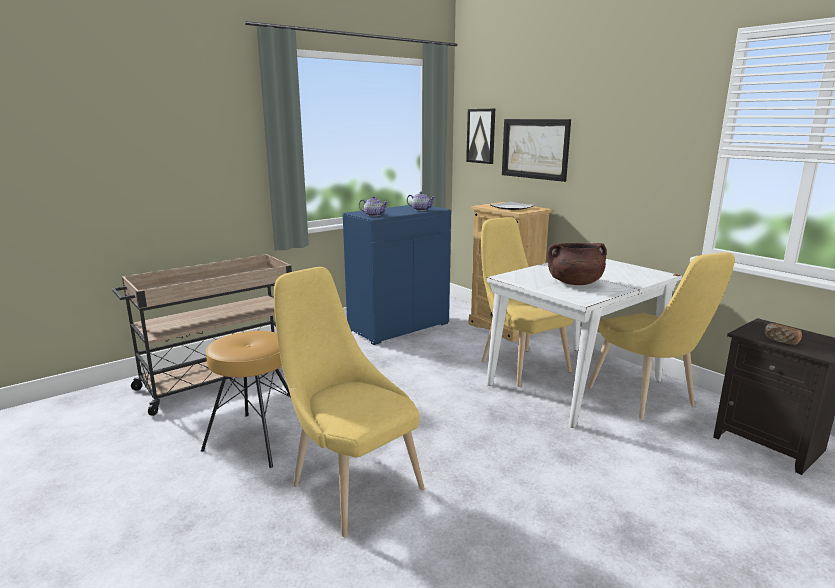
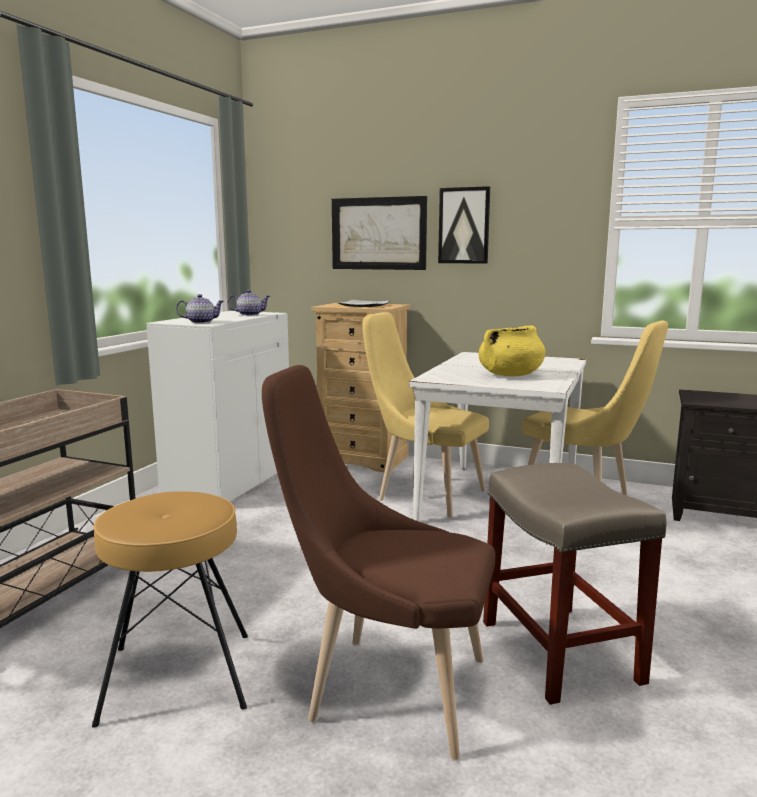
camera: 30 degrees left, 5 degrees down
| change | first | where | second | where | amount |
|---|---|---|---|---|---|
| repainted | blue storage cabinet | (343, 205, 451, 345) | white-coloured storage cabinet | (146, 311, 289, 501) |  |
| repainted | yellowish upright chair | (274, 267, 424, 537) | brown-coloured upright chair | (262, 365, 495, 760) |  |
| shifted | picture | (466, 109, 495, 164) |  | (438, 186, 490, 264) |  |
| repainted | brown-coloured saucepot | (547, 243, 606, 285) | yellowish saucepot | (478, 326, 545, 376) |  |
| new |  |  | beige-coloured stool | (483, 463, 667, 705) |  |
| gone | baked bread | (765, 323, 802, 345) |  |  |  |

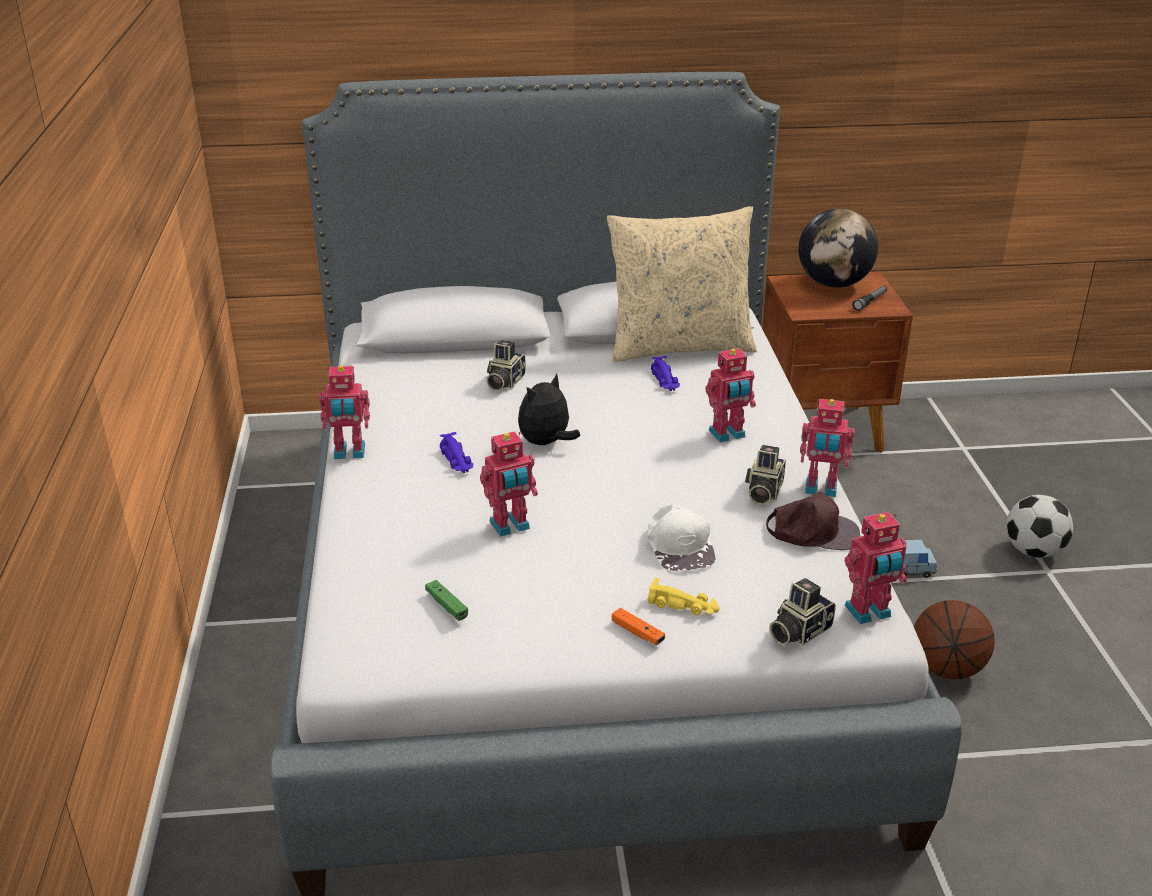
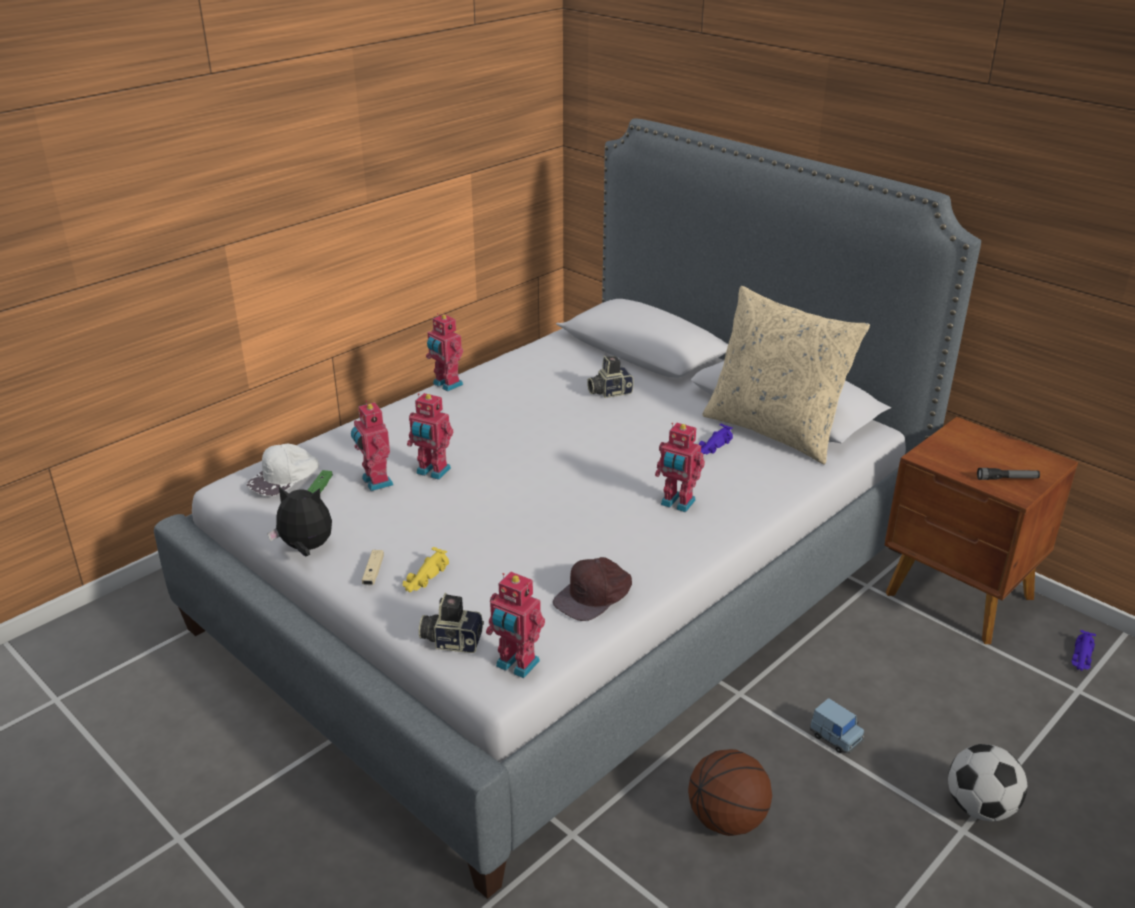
camera: 50 degrees right, 0 degrees up
| change | first | where | second | where | amount |
|---|---|---|---|---|---|
| shifted | white-coloured baseball cap | (647, 505, 716, 571) |  | (247, 443, 319, 496) |  |
| shifted | soft toy | (518, 373, 580, 445) |  | (267, 486, 332, 556) |  |
| shifted | toy robot | (800, 399, 854, 497) |  | (351, 401, 394, 491) |  |
| repainted | orangey game controller | (612, 608, 665, 645) | beige-coloured game controller | (362, 550, 384, 585) |  |
| rotated | yellowish model car | (648, 578, 719, 615) |  | (402, 547, 449, 592) | 45 degrees clockwise |
| rotated | brown-coloured baseball cap | (766, 492, 860, 550) |  | (553, 557, 632, 621) | 75 degrees clockwise |
| shifted | purplish model car | (440, 432, 474, 473) |  | (1071, 630, 1096, 671) |  |
| gone | photo camera | (745, 445, 786, 505) |  |  |  |
| gone | desk globe | (798, 208, 878, 288) |  |  |  |

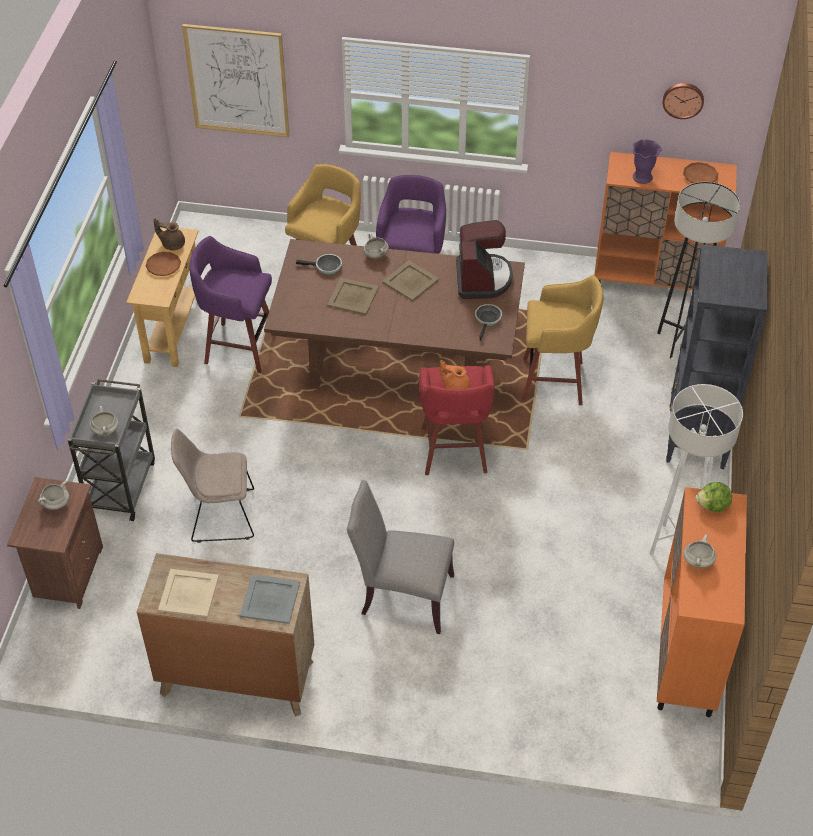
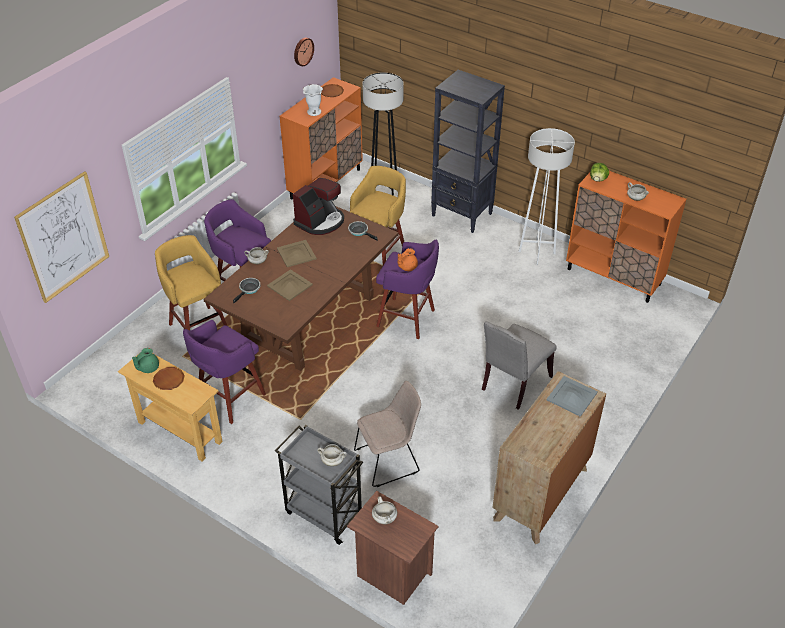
camera: 65 degrees left, 5 degrees down
| change | first | where | second | where | amount |
|---|---|---|---|---|---|
| repainted | brown-coloured pot for tea | (153, 218, 185, 251) | green-coloured pot for tea | (132, 348, 159, 373) |  |
| rotated | coffee maker | (456, 220, 513, 299) |  | (293, 178, 344, 235) | 105 degrees clockwise |
| repainted | purplish flower vase | (633, 139, 662, 184) | white-coloured flower vase | (303, 84, 323, 116) |  |
| rotated | beige-coloured upright chair | (171, 429, 254, 543) |  | (354, 381, 421, 487) | 135 degrees counterclockwise |
| repainted | reddish stool | (419, 365, 495, 475) | purplish stool | (376, 239, 439, 339) |  |
| gone | beige-coloured carrying tray | (158, 569, 219, 617) |  |  |  |

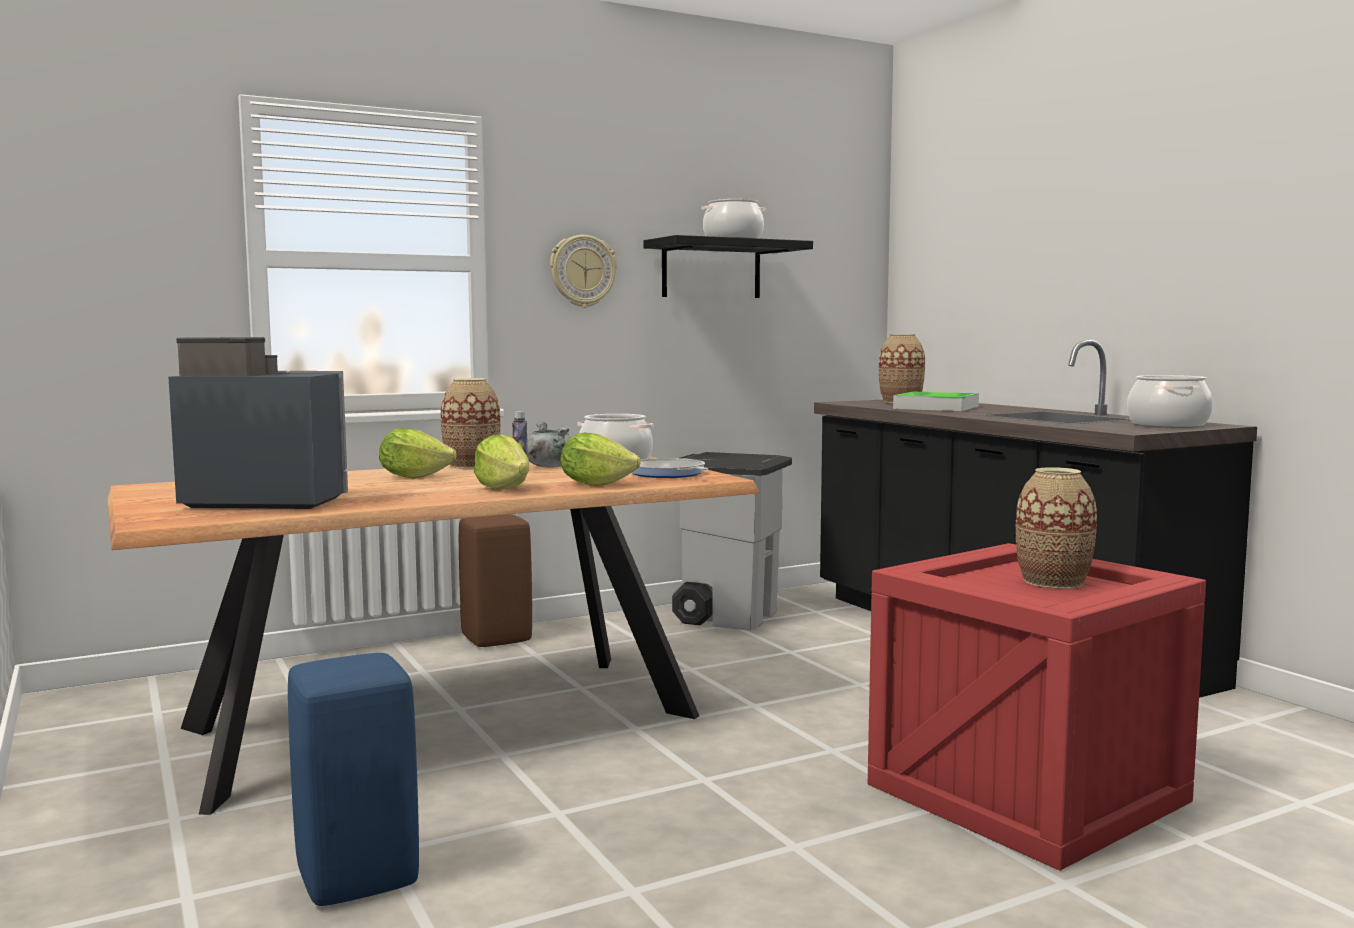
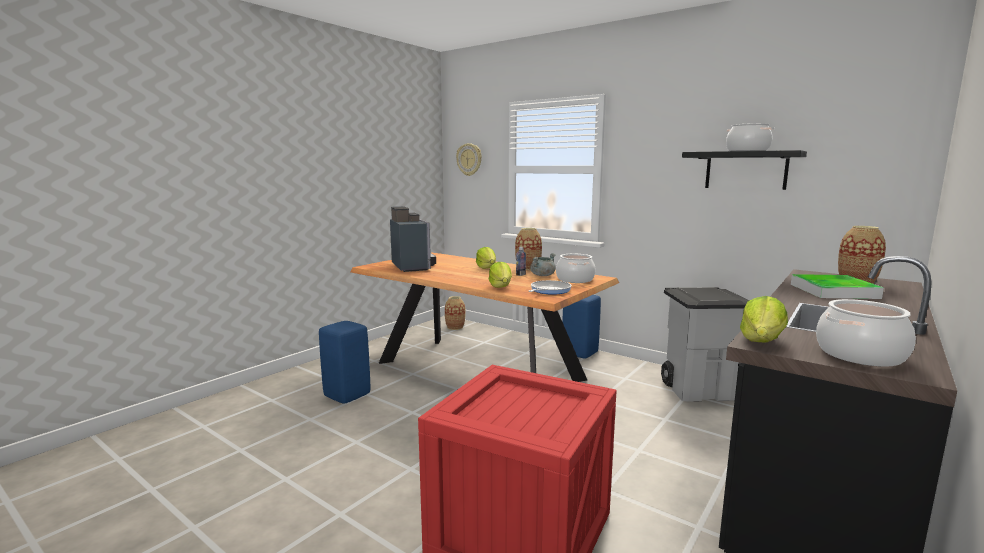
camera: 65 degrees right, 5 degrees up
| change | first | where | second | where | amount |
|---|---|---|---|---|---|
| shifted | flower vase | (1016, 467, 1097, 589) |  | (445, 296, 466, 330) |  |
| shifted | hanging clock | (550, 235, 617, 308) |  | (456, 143, 482, 176) |  |
| repainted | brown-coloured stool | (459, 514, 532, 647) | blue stool | (562, 295, 601, 358) |  |
| shifted | lettuce | (474, 435, 529, 490) |  | (740, 296, 788, 342) |  |

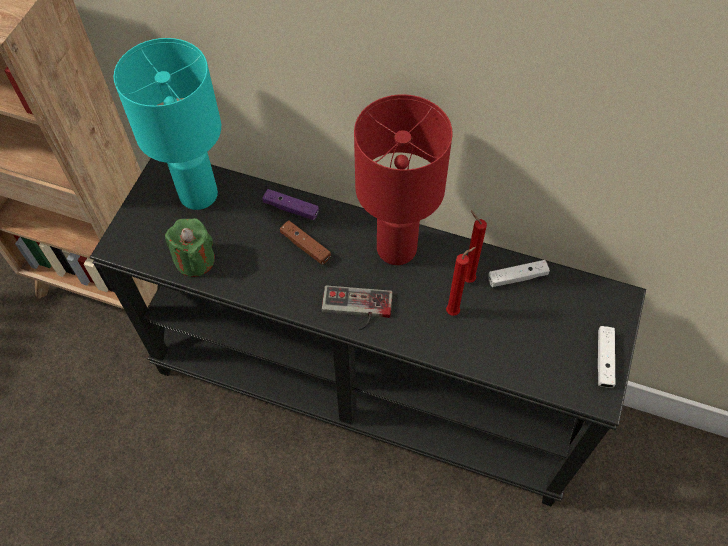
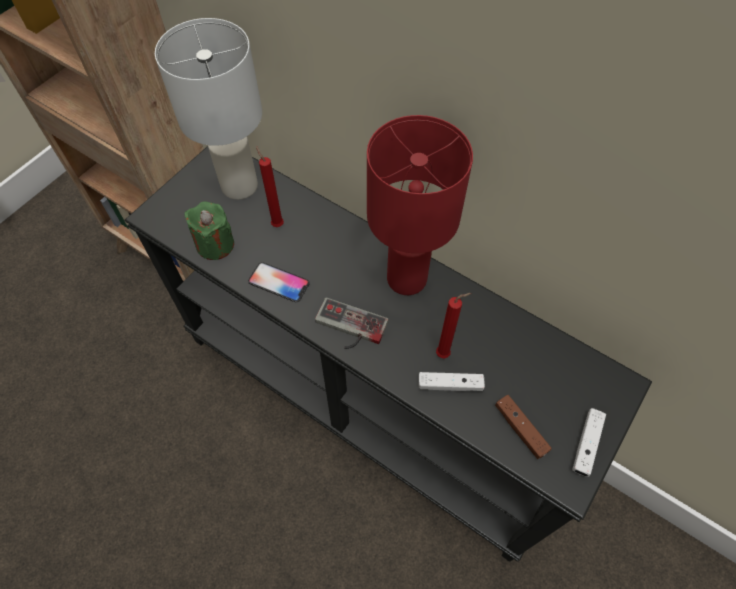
camera: 15 degrees right, 0 degrees up
| change | first | where | second | where | amount |
|---|---|---|---|---|---|
| repainted | turquoise-coloured lamp for a table | (114, 38, 221, 210) | white-coloured lamp for a table | (155, 18, 262, 200) |  |
| new |  |  | telephone | (248, 262, 310, 302) |  |
| shifted | reddish wax light | (465, 211, 487, 283) |  | (256, 146, 284, 227) |  |
| shifted | white-coloured game controller | (488, 260, 550, 287) |  | (418, 372, 485, 391) |  |
| shifted | brown-coloured game controller | (280, 220, 331, 265) |  | (495, 395, 552, 459) |  |
| gone | purplish game controller | (262, 189, 319, 220) |  |  |  |

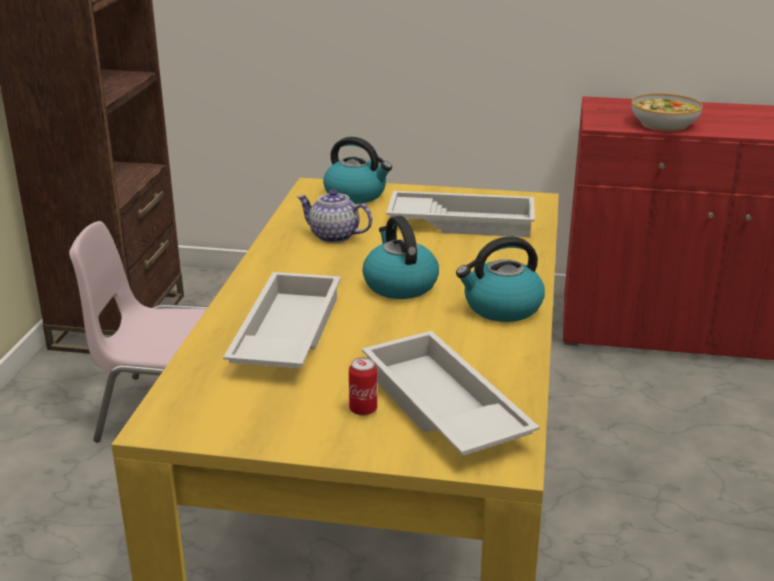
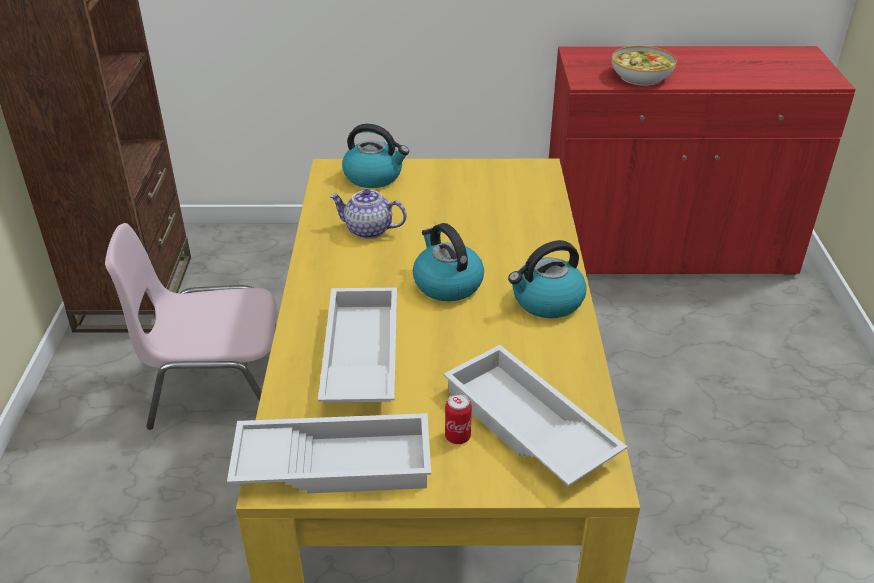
camera: 10 degrees left, 10 degrees up
| change | first | where | second | where | amount |
|---|---|---|---|---|---|
| shifted | white-coloured carrying tray | (386, 191, 535, 237) |  | (227, 413, 431, 494) |  |

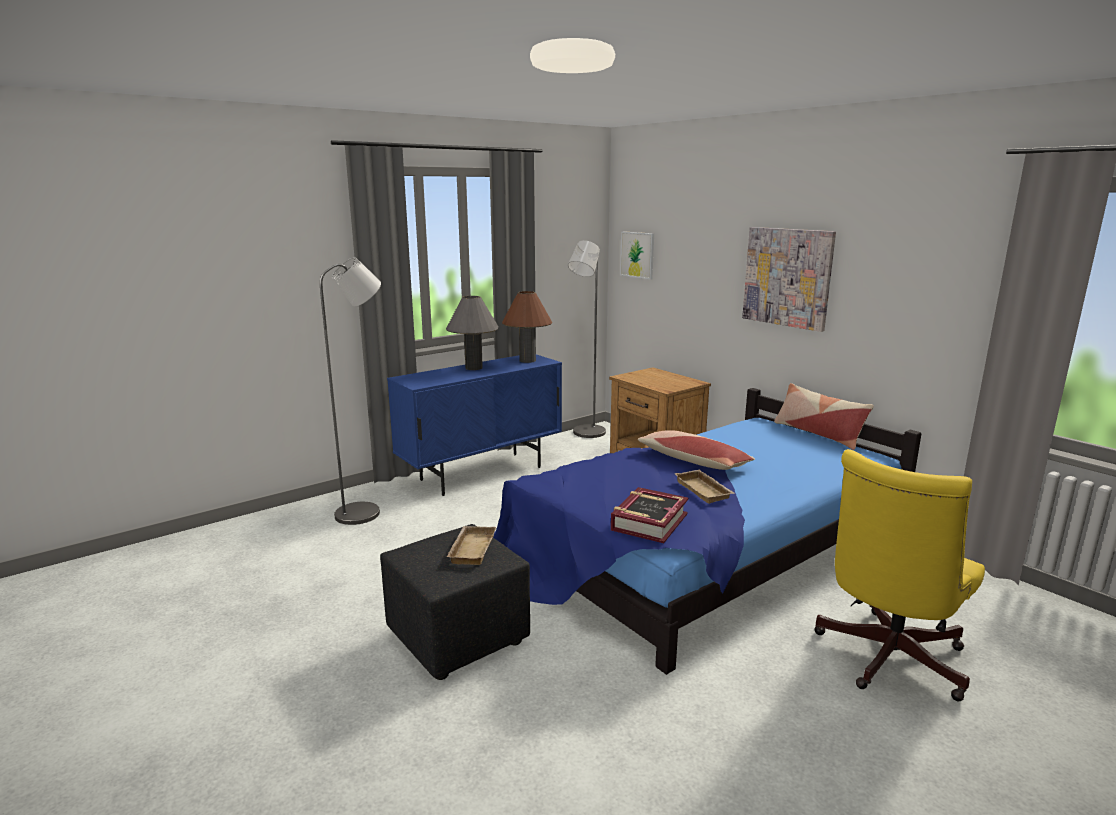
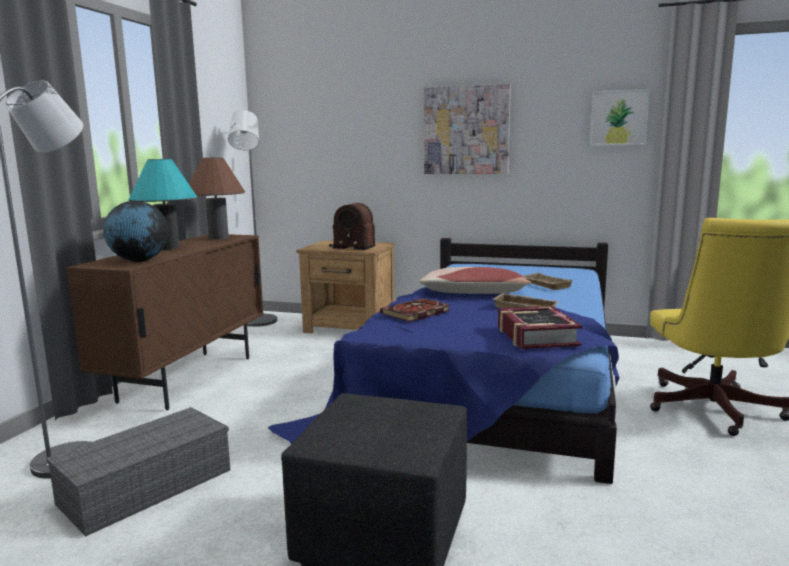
camera: 35 degrees left, 5 degrees down
| change | first | where | second | where | amount |
|---|---|---|---|---|---|
| new |  |  | gray storage container | (46, 407, 230, 537) |  |
| repainted | blue storage cabinet | (387, 354, 562, 496) | brown-coloured storage cabinet | (66, 234, 264, 410) |  |
| new |  |  | desk globe | (103, 201, 169, 262) |  |
| repainted | gray lamp for a table | (446, 296, 499, 370) | turquoise-coloured lamp for a table | (128, 159, 197, 250) |  |
| new |  |  | radio | (329, 203, 375, 250) |  |
| new |  |  | volume | (380, 298, 451, 322) |  |
| shifted | beige-coloured carrying tray | (447, 526, 496, 565) |  | (523, 273, 573, 290) |  |
| shifted | picture | (620, 231, 654, 280) |  | (590, 89, 650, 146) |  |
| gone | pillow | (774, 383, 874, 450) |  |  |  |

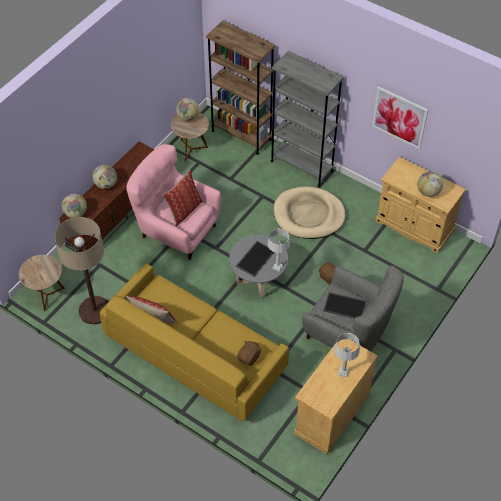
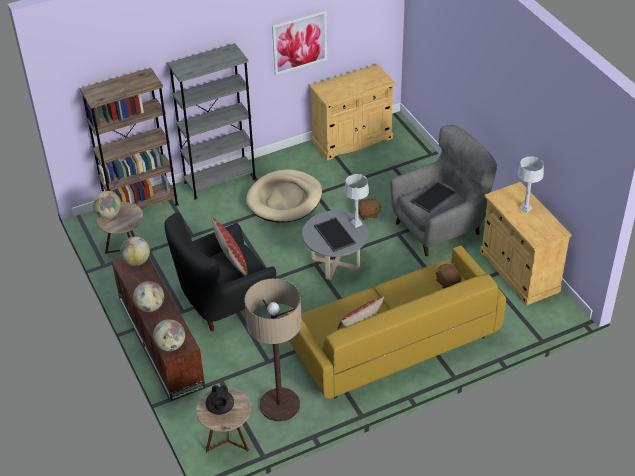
camera: 60 degrees left, 10 degrees down
| change | first | where | second | where | amount |
|---|---|---|---|---|---|
| shifted | desk globe | (417, 172, 443, 197) |  | (120, 237, 150, 266) |  |
| repainted | pink lounge chair | (126, 144, 221, 260) | blackish lounge chair | (164, 213, 276, 331) |  |
| new |  |  | blackish pot for tea | (206, 385, 234, 415) |  |

